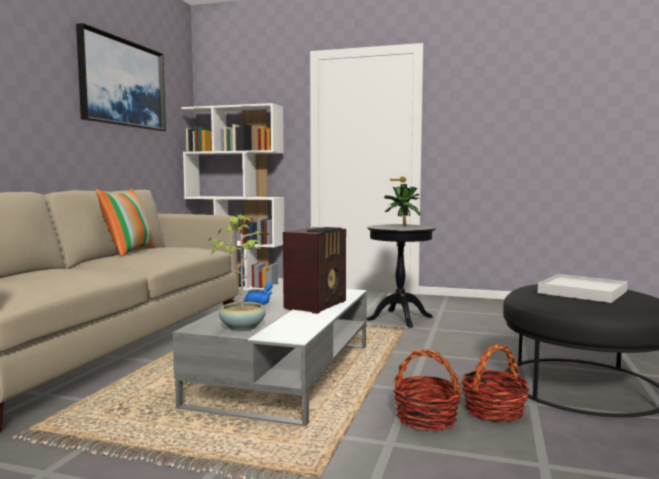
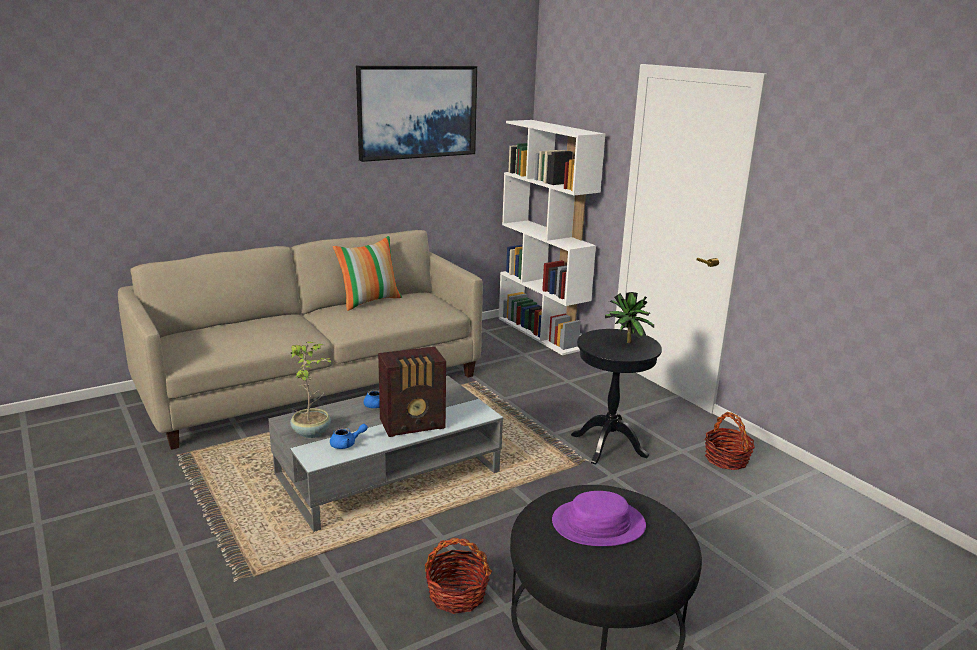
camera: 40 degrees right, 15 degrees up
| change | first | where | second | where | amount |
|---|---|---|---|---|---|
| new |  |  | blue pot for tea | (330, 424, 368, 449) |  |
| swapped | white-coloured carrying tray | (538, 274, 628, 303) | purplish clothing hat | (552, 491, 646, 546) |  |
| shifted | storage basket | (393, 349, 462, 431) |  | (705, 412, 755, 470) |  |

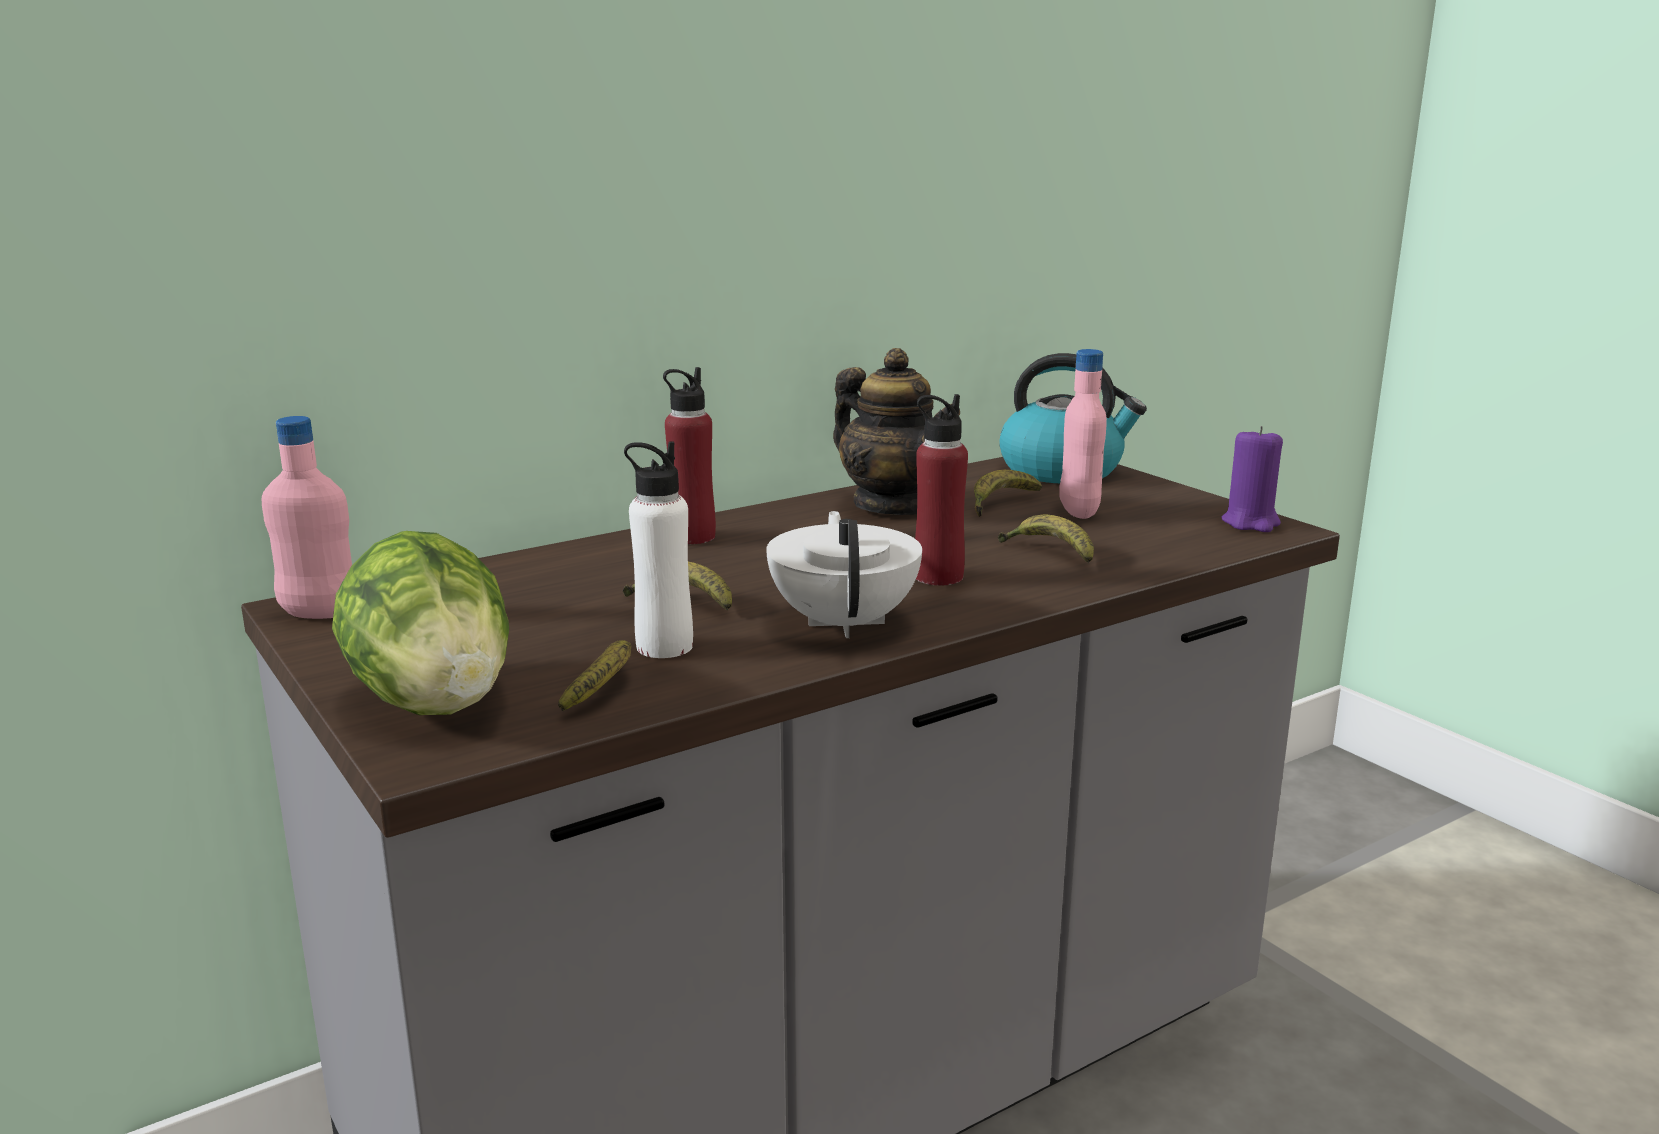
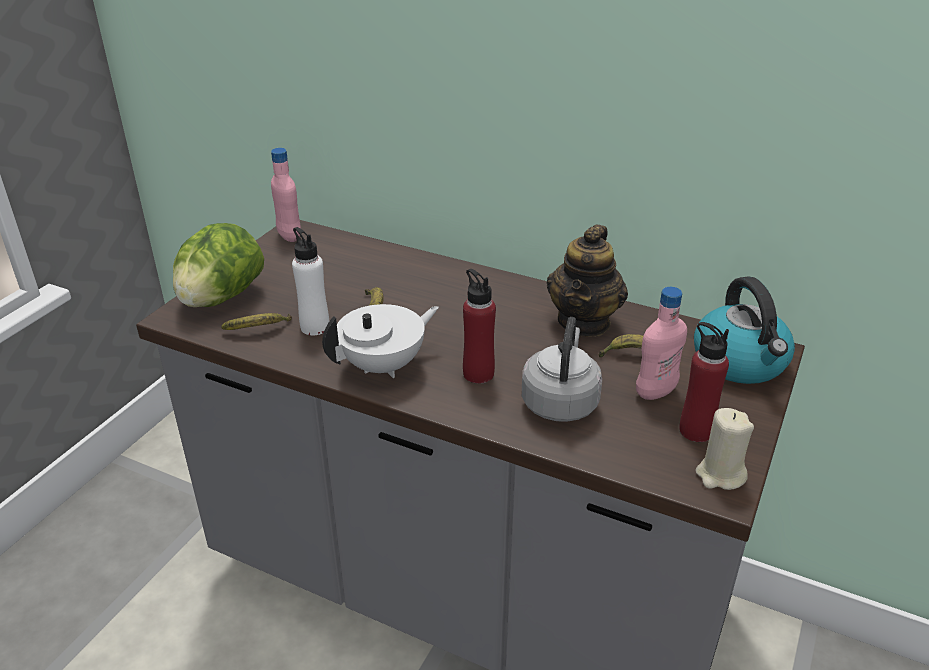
camera: 60 degrees right, 15 degrees up
| change | first | where | second | where | amount |
|---|---|---|---|---|---|
| swapped | whole banana | (998, 515, 1094, 563) | gray kettle | (522, 317, 602, 422) |  |
| shifted | reddish drink bottle | (663, 367, 716, 544) |  | (679, 322, 729, 442) |  |
| repainted | purplish wax light | (1221, 426, 1283, 532) | beige-coloured wax light | (695, 408, 754, 490) |  |

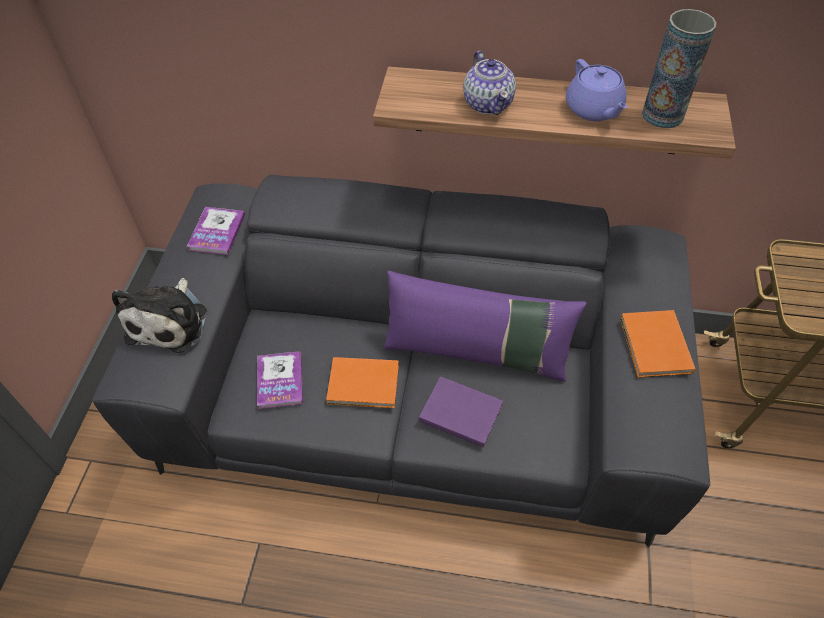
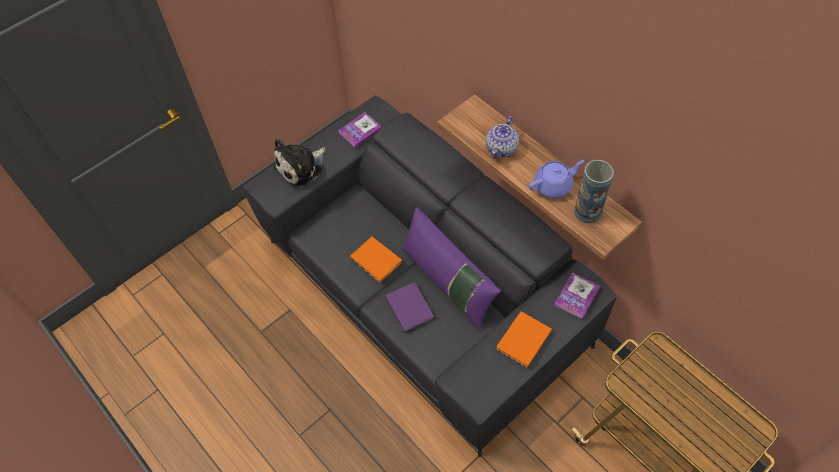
camera: 40 degrees right, 5 degrees up
| change | first | where | second | where | amount |
|---|---|---|---|---|---|
| rotated | purplish pot for tea | (566, 59, 627, 121) |  | (529, 160, 584, 198) | 135 degrees counterclockwise |
| shifted | volume | (257, 351, 303, 409) |  | (555, 273, 600, 319) |  |

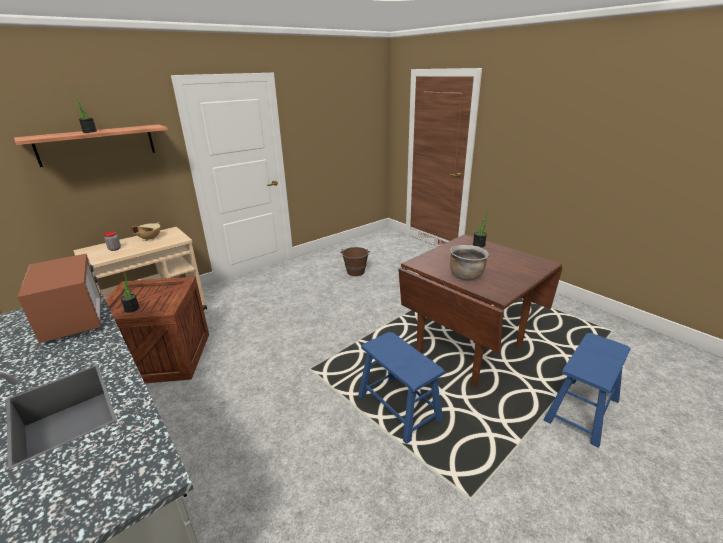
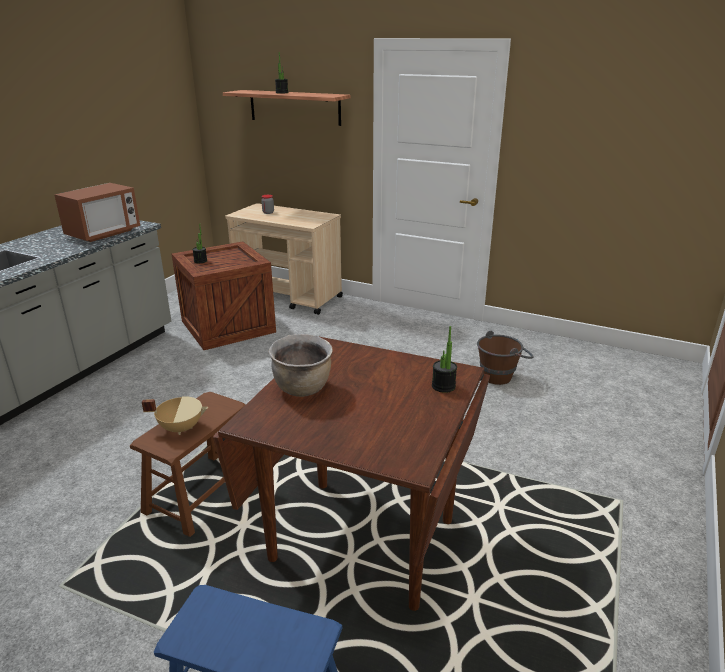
camera: 65 degrees right, 0 degrees up
| change | first | where | second | where | amount |
|---|---|---|---|---|---|
| repainted | blue stool | (358, 332, 445, 444) | brown-coloured stool | (130, 392, 245, 537) |  |
| shifted | beige-coloured saucepot | (131, 223, 160, 241) |  | (142, 396, 208, 435) |  |

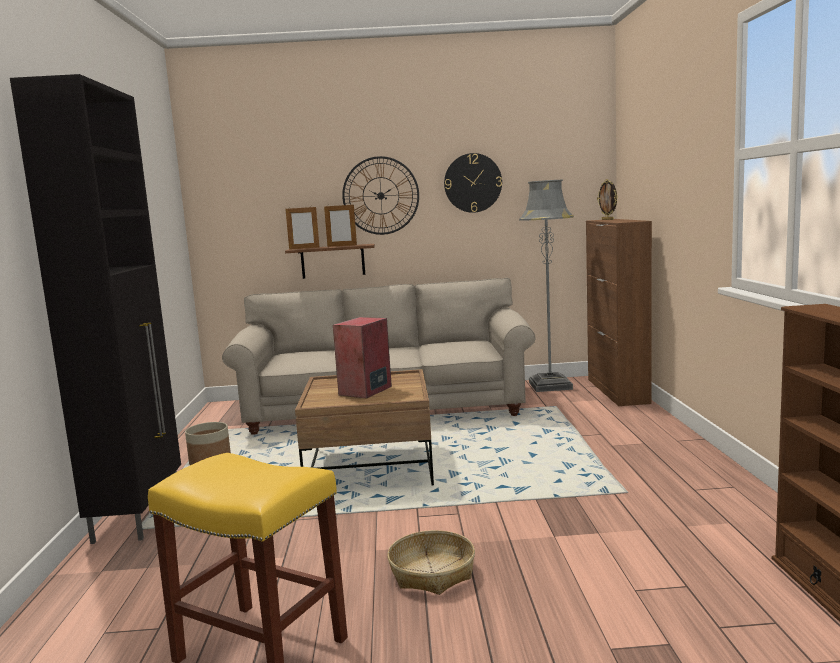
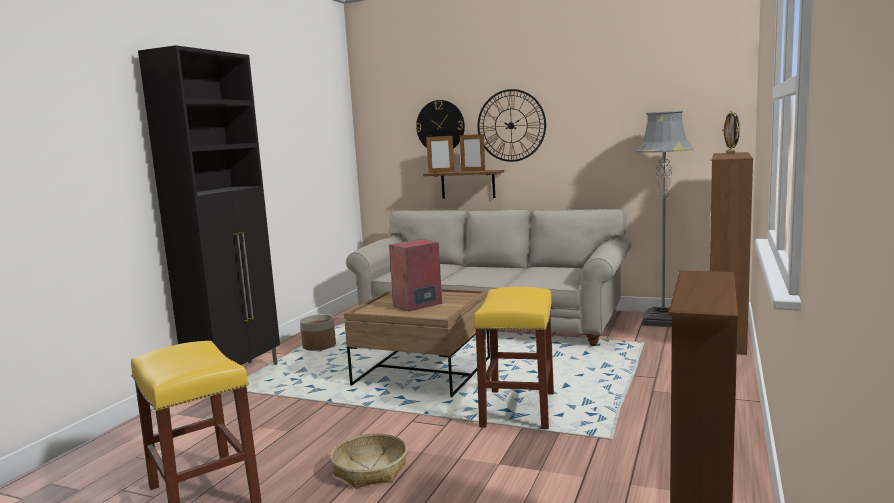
camera: 25 degrees right, 0 degrees up
| change | first | where | second | where | amount |
|---|---|---|---|---|---|
| shifted | hanging clock | (444, 153, 502, 213) |  | (416, 100, 465, 149) |  |
| new |  |  | yellowish stool | (474, 287, 554, 429) |  |

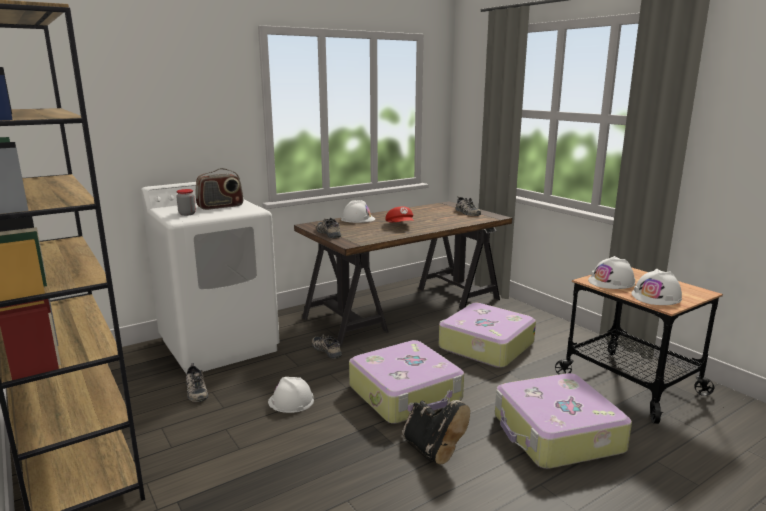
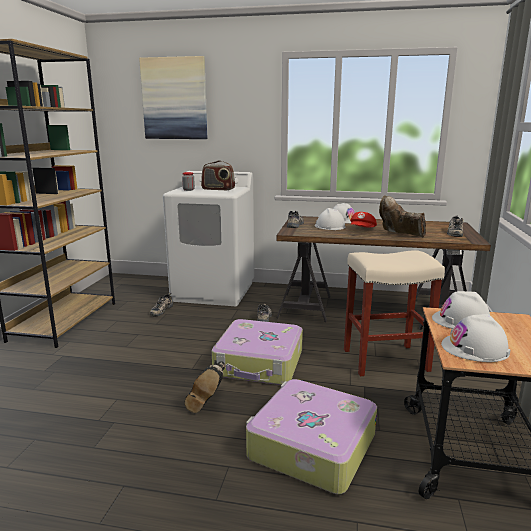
camera: 45 degrees right, 0 degrees up
| change | first | where | second | where | amount |
|---|---|---|---|---|---|
| new |  |  | picture | (139, 56, 207, 139) |  |
| shifted | white-coloured work helmet | (268, 377, 314, 413) |  | (314, 208, 345, 230) |  |
| swapped | piece of luggage | (439, 303, 536, 368) | beige-coloured stool | (344, 250, 445, 376) |  |
| new |  |  | brown-coloured boot | (379, 196, 426, 237) |  |

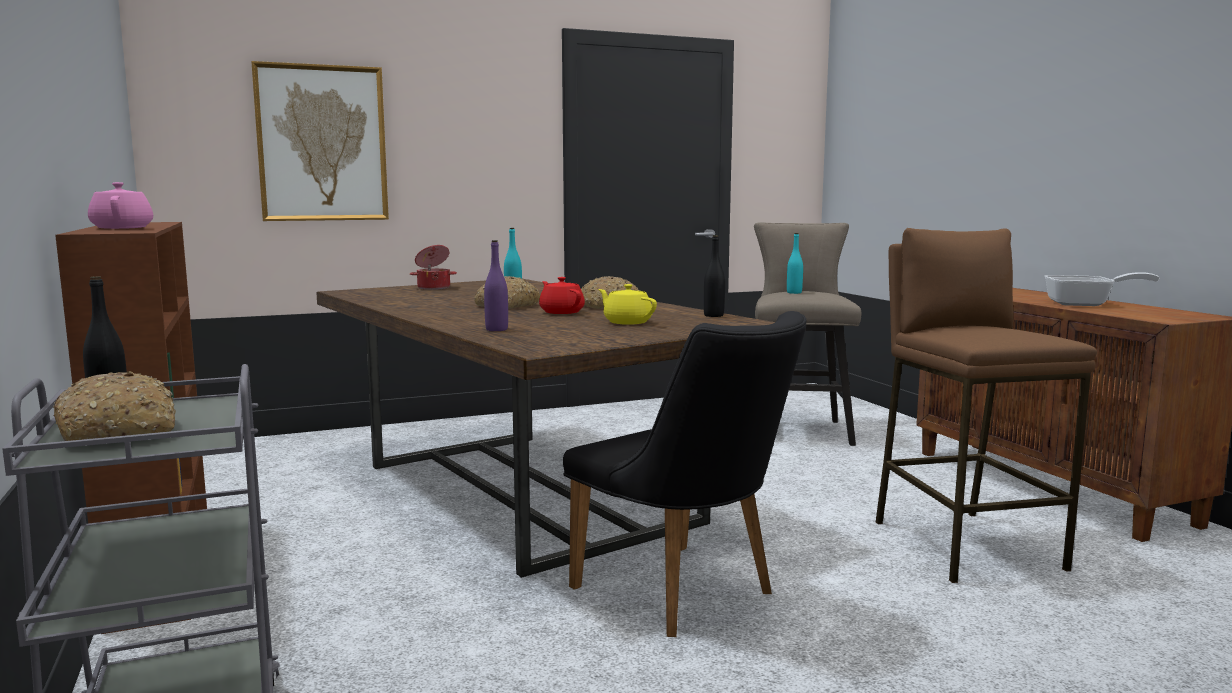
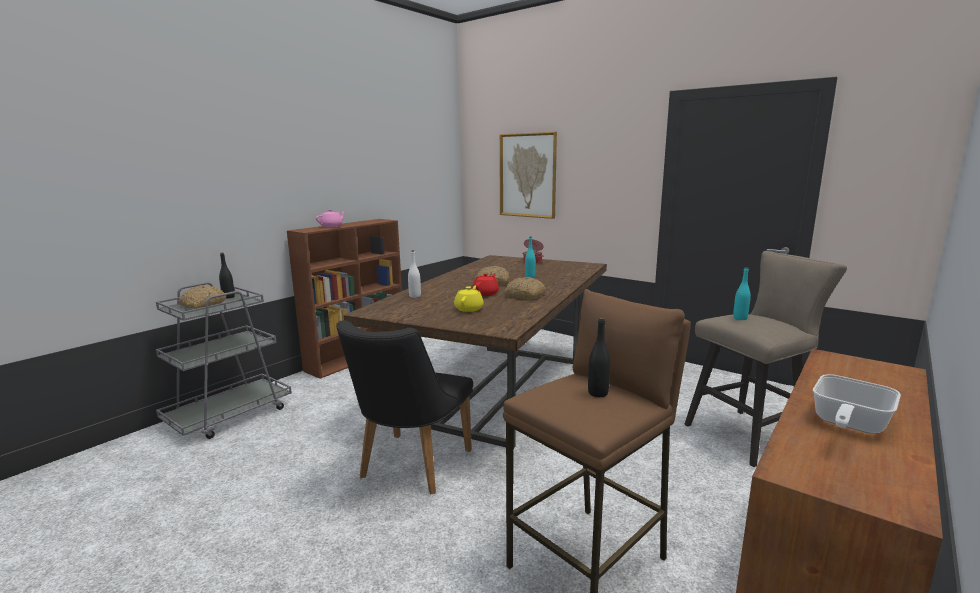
camera: 60 degrees right, 5 degrees up
| change | first | where | second | where | amount |
|---|---|---|---|---|---|
| repainted | purplish drink bottle | (484, 240, 508, 331) | white-coloured drink bottle | (408, 250, 421, 298) |  |
| shifted | blackish drink bottle | (704, 235, 725, 317) |  | (588, 317, 610, 397) |  |
| rotated | frying pan | (1045, 272, 1159, 306) |  | (813, 374, 901, 434) | 60 degrees clockwise |

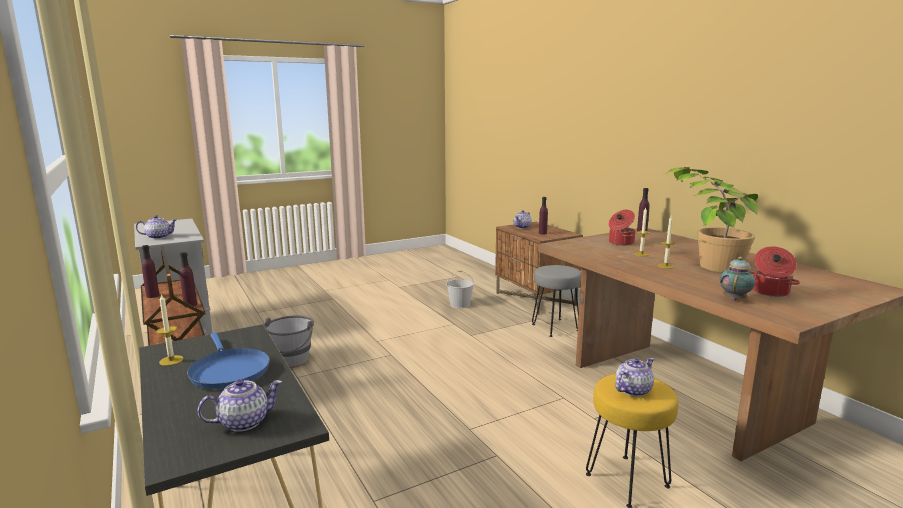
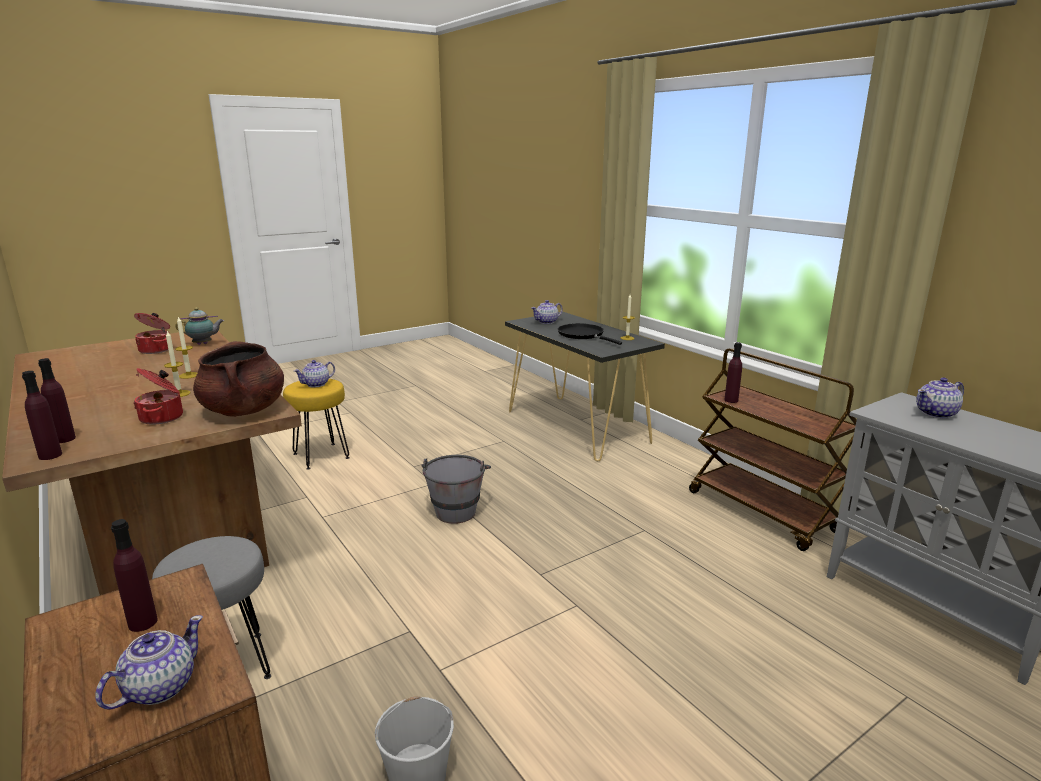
camera: 175 degrees right, 5 degrees up
| change | first | where | second | where | amount |
|---|---|---|---|---|---|
| shifted | purplish drink bottle | (142, 245, 159, 298) |  | (38, 358, 76, 443) |  |
| rotated | pot for tea | (720, 257, 755, 301) |  | (175, 307, 224, 345) | 135 degrees counterclockwise |
| new |  |  | brown-coloured saucepot | (193, 341, 284, 417) |  |
| shifted | gray pail | (264, 316, 314, 368) |  | (421, 455, 491, 524) |  |
| repainted | blue frying pan | (187, 333, 270, 389) | blackish frying pan | (558, 323, 622, 345) |  |
| gone | houseplant | (665, 167, 758, 273) |  |  |  |

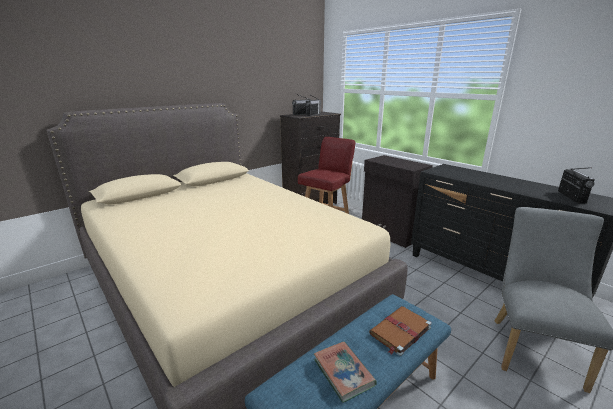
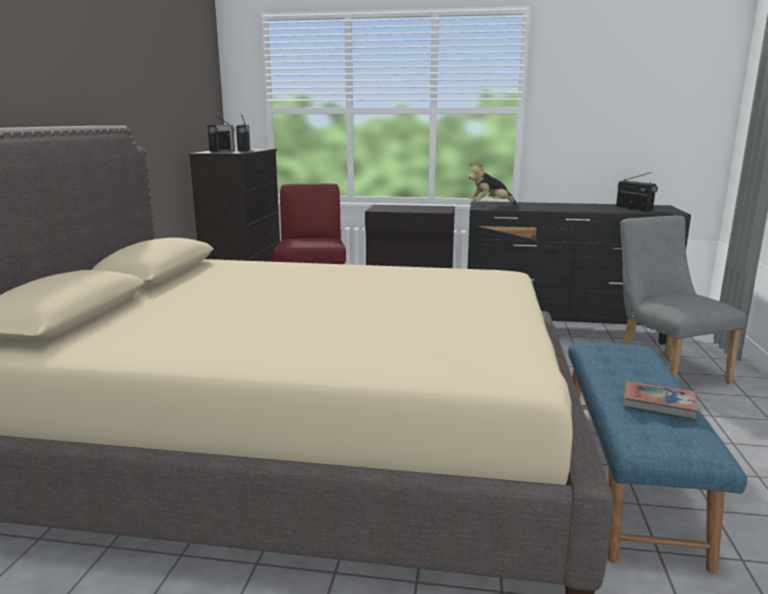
camera: 40 degrees left, 5 degrees down
| change | first | where | second | where | amount |
|---|---|---|---|---|---|
| new |  |  | soft toy | (469, 162, 517, 204) |  |
| gone | brown-coloured volume | (369, 306, 432, 356) |  |  |  |

